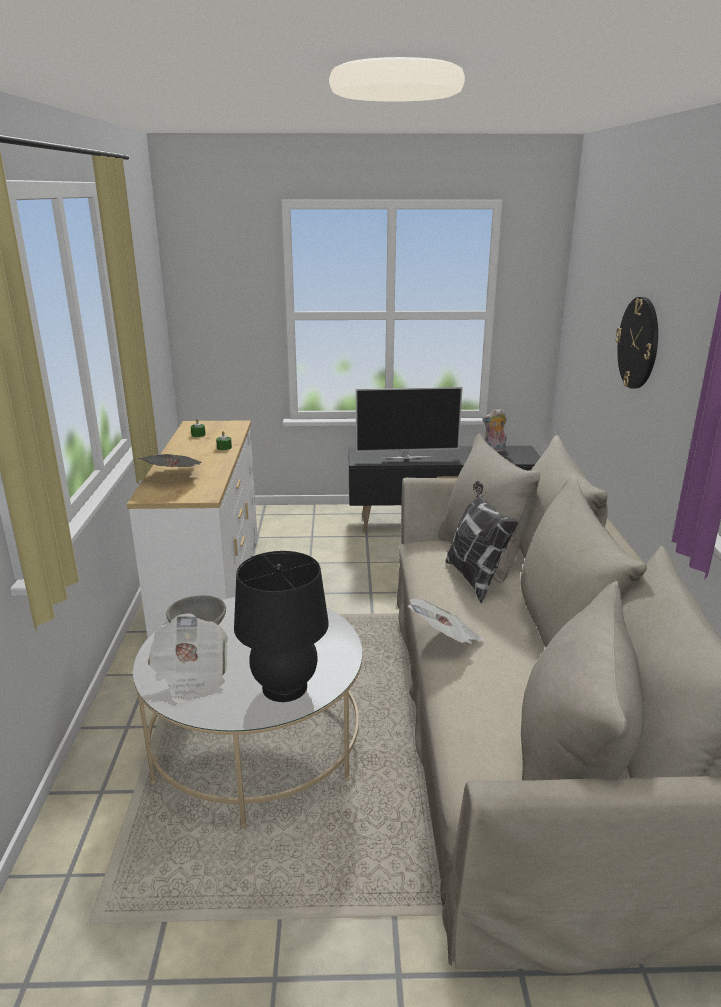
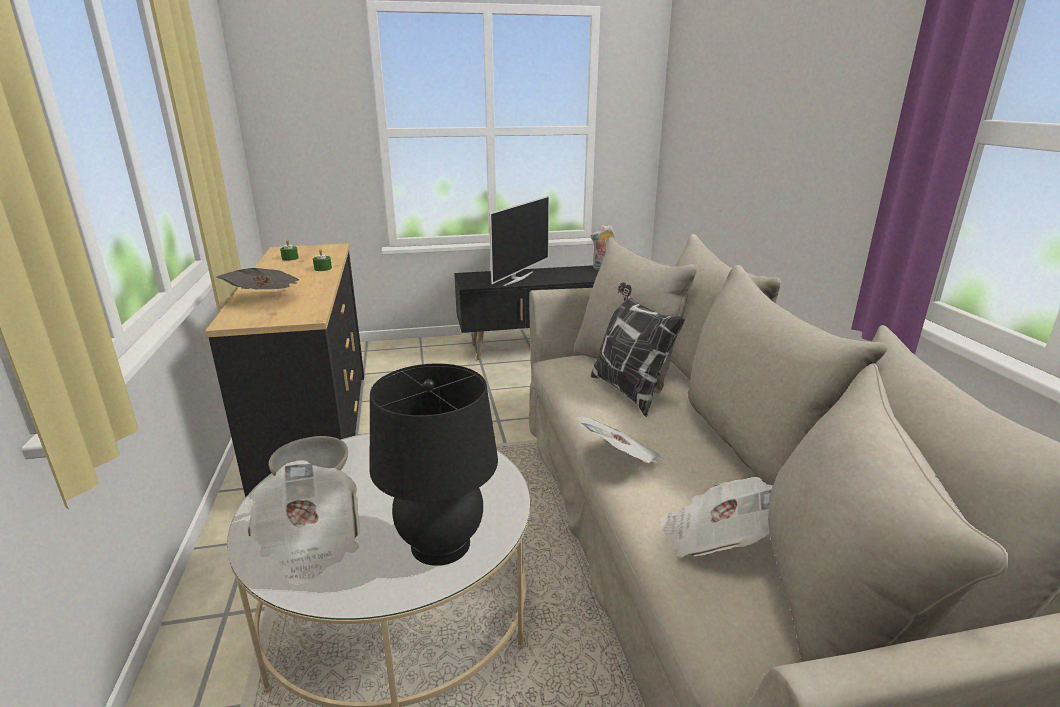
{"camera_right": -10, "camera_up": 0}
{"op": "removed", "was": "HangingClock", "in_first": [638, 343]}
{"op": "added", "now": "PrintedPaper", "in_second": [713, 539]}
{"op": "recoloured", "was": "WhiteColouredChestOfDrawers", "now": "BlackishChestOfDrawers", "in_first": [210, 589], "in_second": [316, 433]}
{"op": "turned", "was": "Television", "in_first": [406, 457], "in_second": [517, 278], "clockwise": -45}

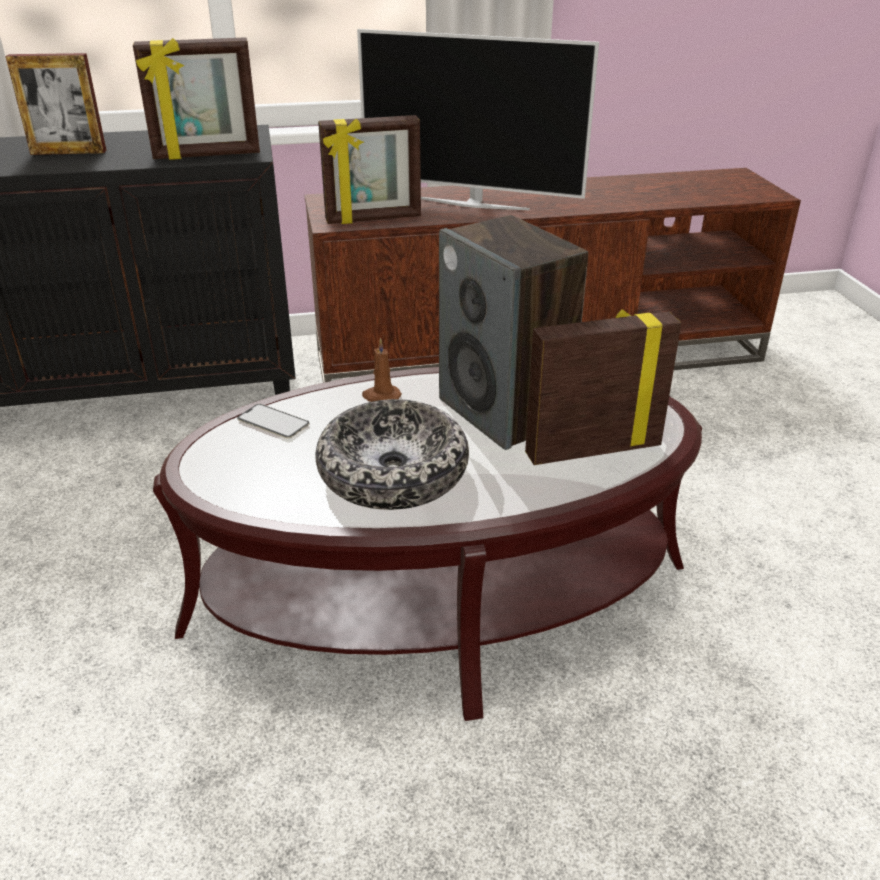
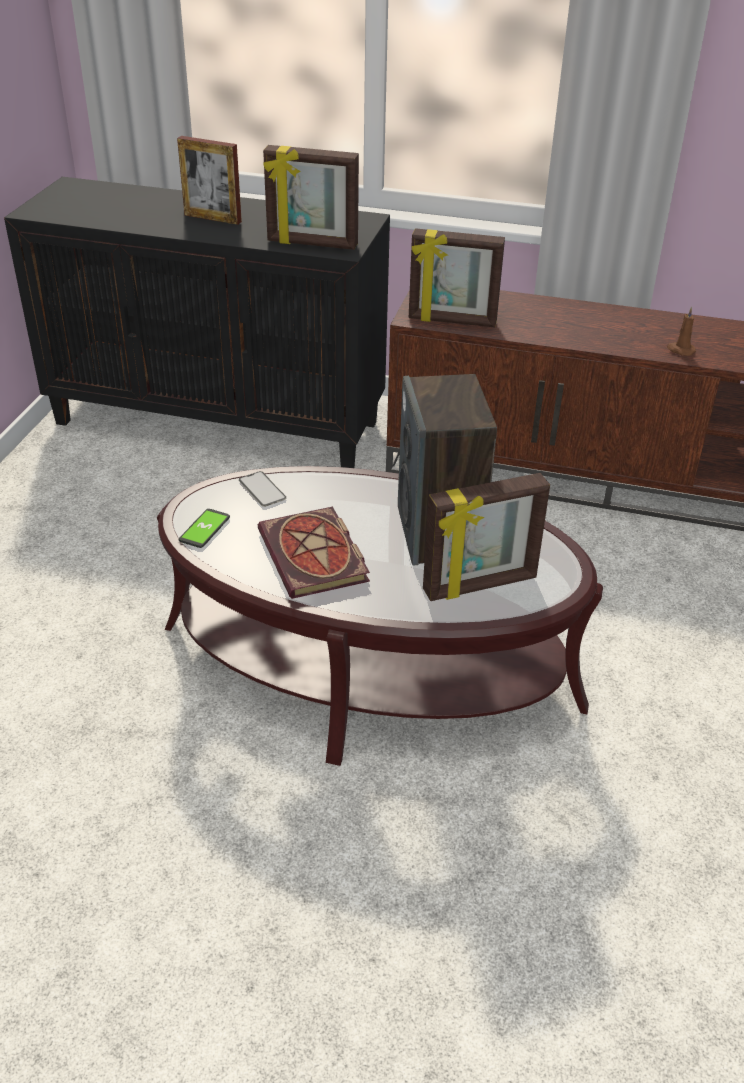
{"camera_right": 25, "camera_up": 5}
{"op": "removed", "was": "Television", "in_first": [473, 203]}
{"op": "added", "now": "Telephone", "in_second": [204, 529]}
{"op": "moved", "was": "BrownishWaxCandle", "in_first": [381, 396], "in_second": [680, 350]}
{"op": "replaced", "was": "ServingBowl", "now": "Volume", "in_first": [393, 473], "in_second": [316, 557]}
{"op": "turned", "was": "PictureFrame", "in_first": [592, 449], "in_second": [480, 586], "clockwise": 150}

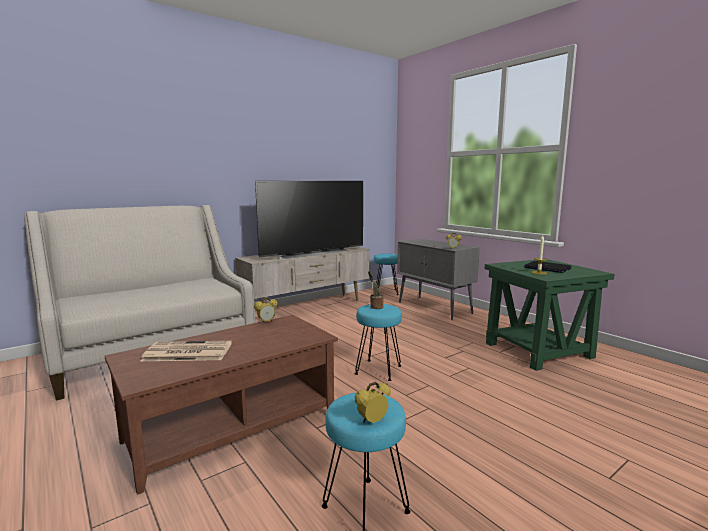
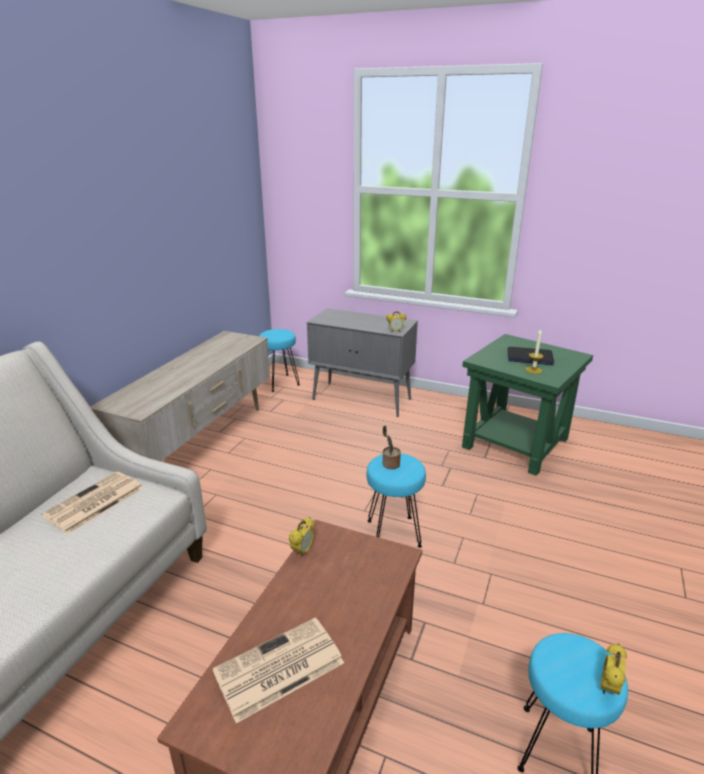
{"camera_right": -30, "camera_up": 15}
{"op": "removed", "was": "Television", "in_first": [312, 253]}
{"op": "added", "now": "PrintedPaper", "in_second": [94, 503]}

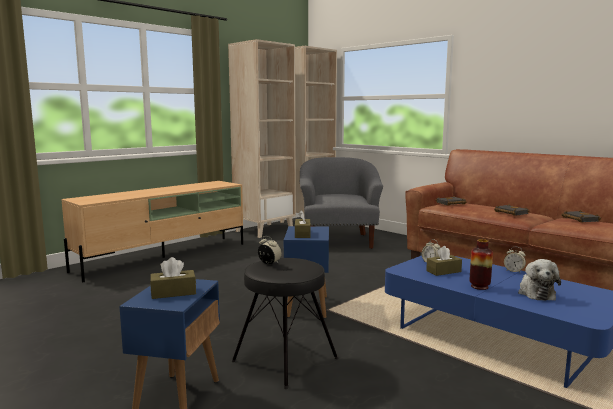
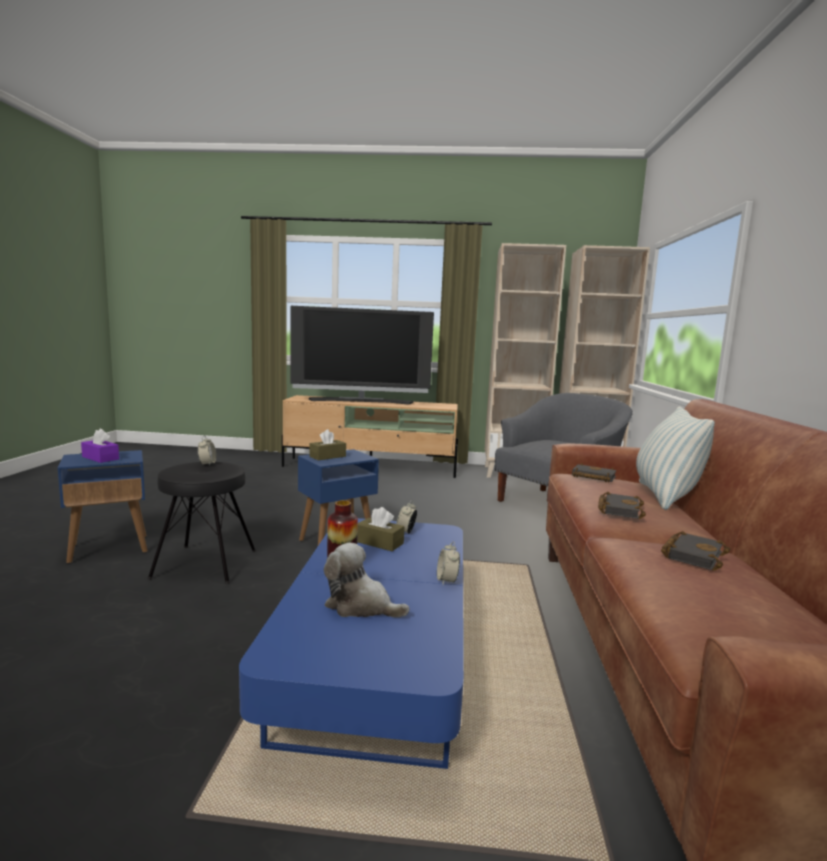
{"camera_right": 50, "camera_up": 0}
{"op": "added", "now": "Television", "in_second": [361, 401]}
{"op": "added", "now": "Cushion", "in_second": [665, 496]}
{"op": "recoloured", "was": "BrownishTissueBox", "now": "PurplishTissueBox", "in_first": [173, 292], "in_second": [100, 458]}
{"op": "turned", "was": "SoftToy", "in_first": [535, 293], "in_second": [360, 606], "clockwise": 60}

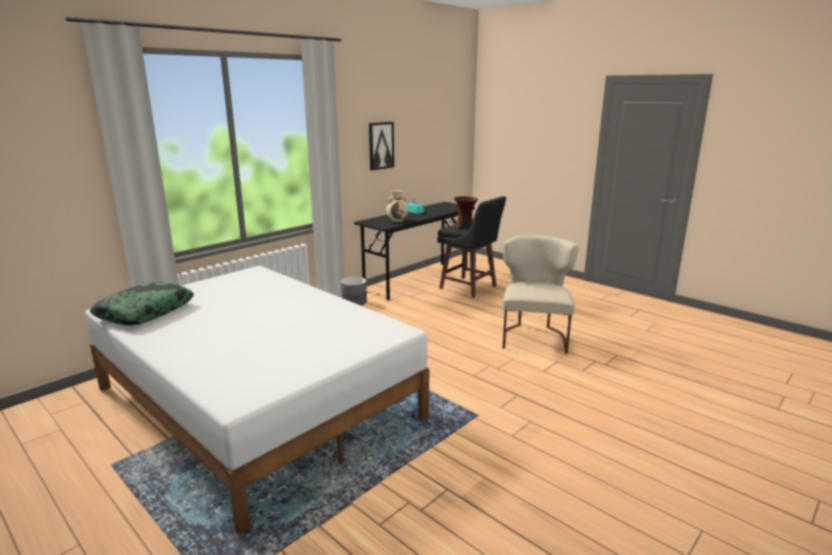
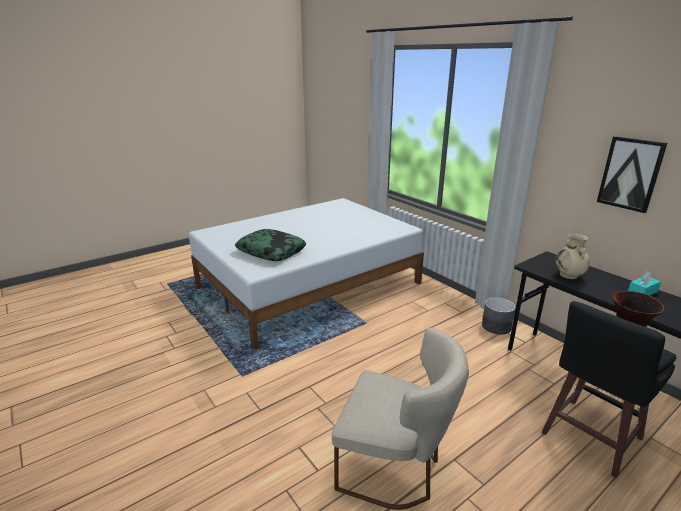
{"camera_right": 100, "camera_up": 5}
{"op": "moved", "was": "Cushion", "in_first": [145, 311], "in_second": [271, 251]}

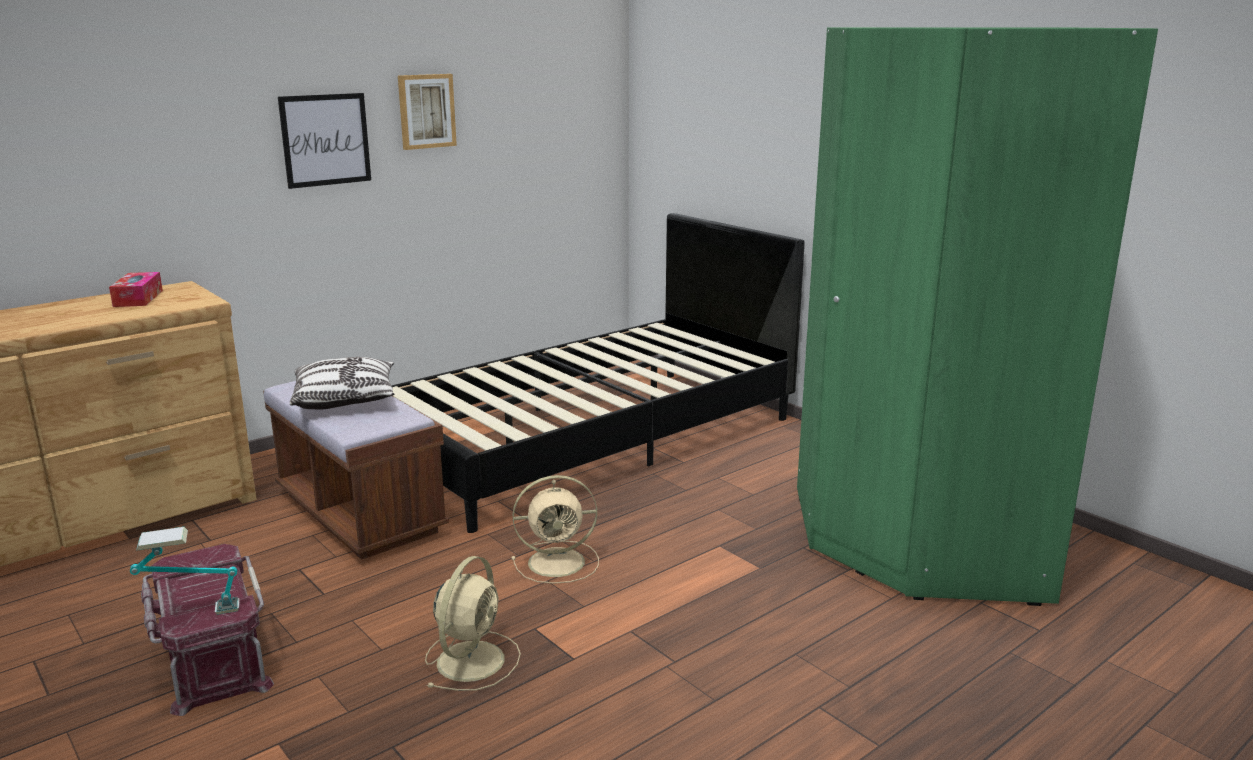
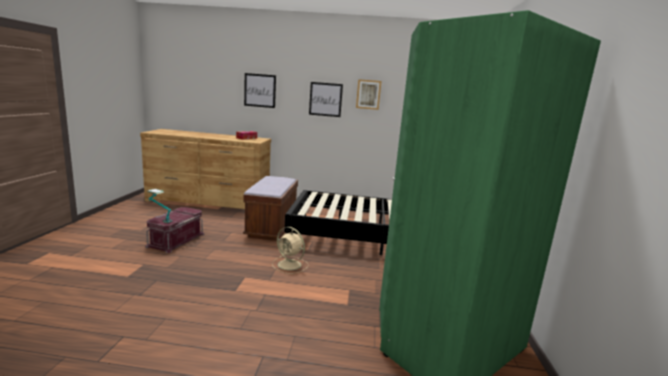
{"camera_right": 45, "camera_up": -5}
{"op": "removed", "was": "Cushion", "in_first": [345, 400]}
{"op": "removed", "was": "BeigeCoolingFan", "in_first": [472, 659]}
{"op": "added", "now": "WallPicture", "in_second": [260, 90]}

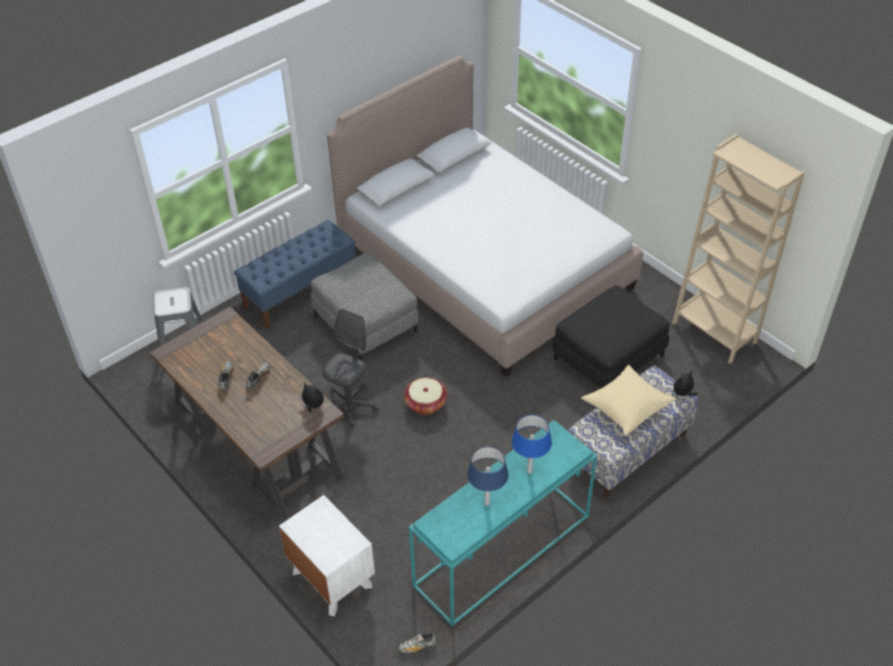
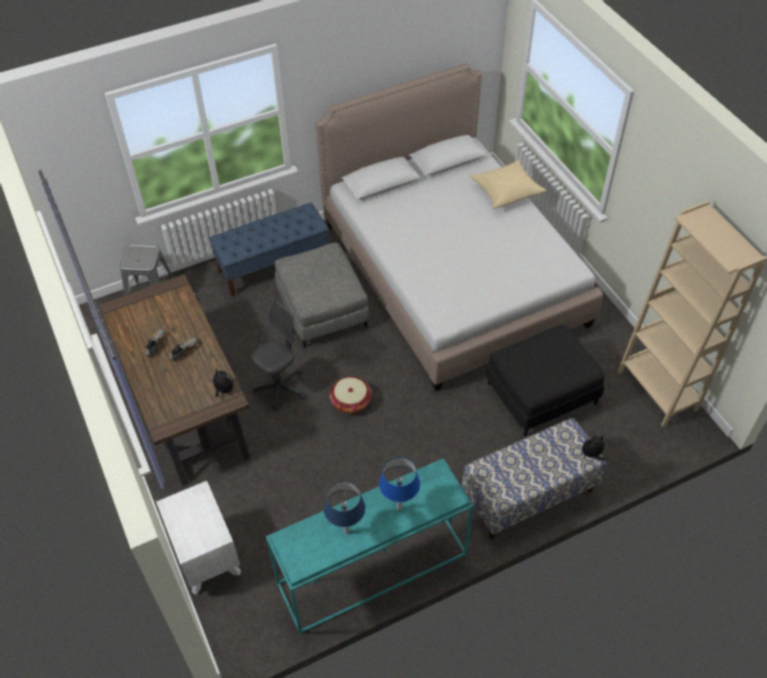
{"camera_right": 15, "camera_up": 5}
{"op": "removed", "was": "ItemOfFootwear", "in_first": [417, 646]}
{"op": "moved", "was": "BeigeCushion", "in_first": [626, 407], "in_second": [506, 192]}

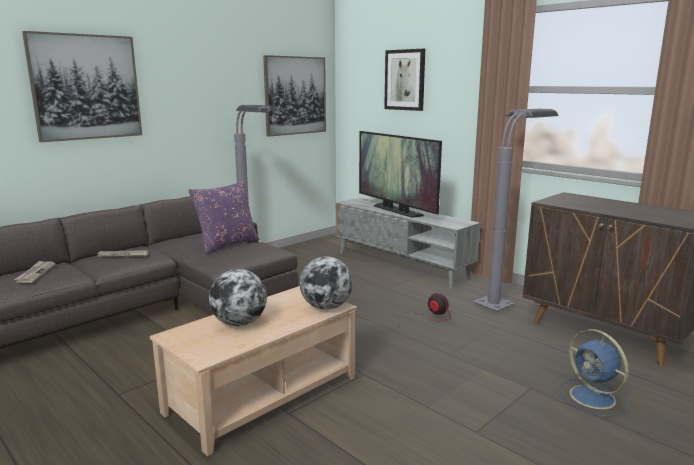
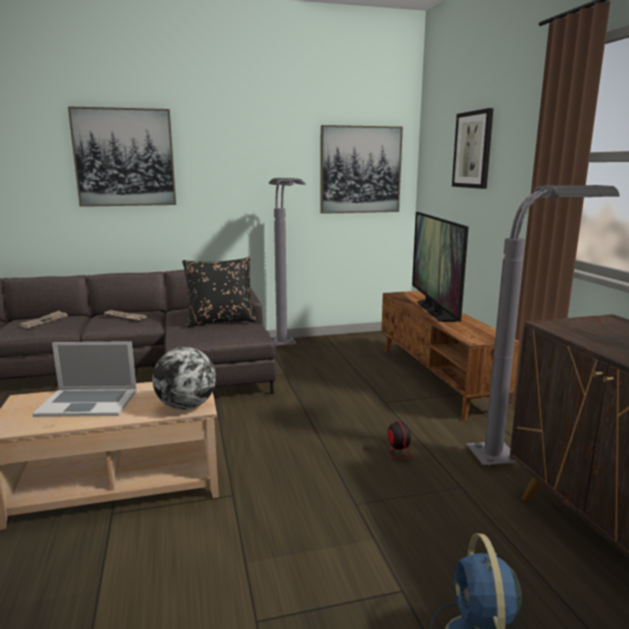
{"camera_right": 30, "camera_up": 0}
{"op": "replaced", "was": "WorldGlobe", "now": "PortableComputer", "in_first": [239, 323], "in_second": [88, 402]}
{"op": "recoloured", "was": "PurplishCushion", "now": "BlackishCushion", "in_first": [227, 244], "in_second": [221, 321]}
{"op": "recoloured", "was": "GreyMediaConsole", "now": "BrownishMediaConsole", "in_first": [401, 265], "in_second": [436, 378]}

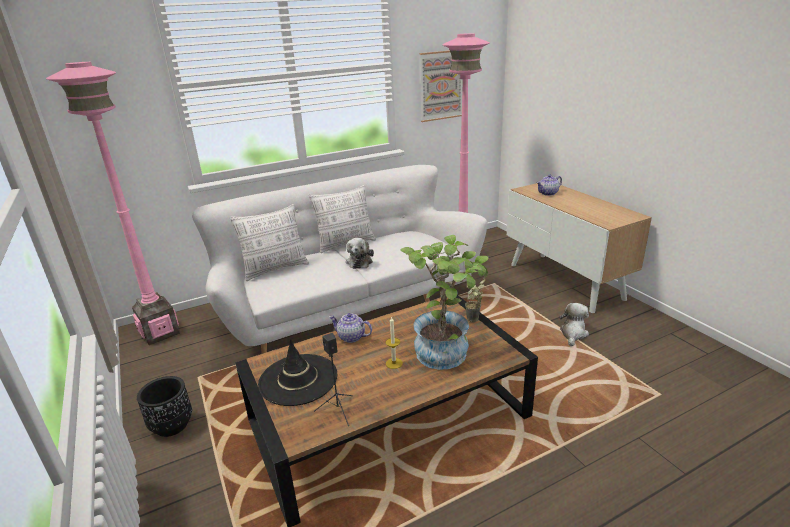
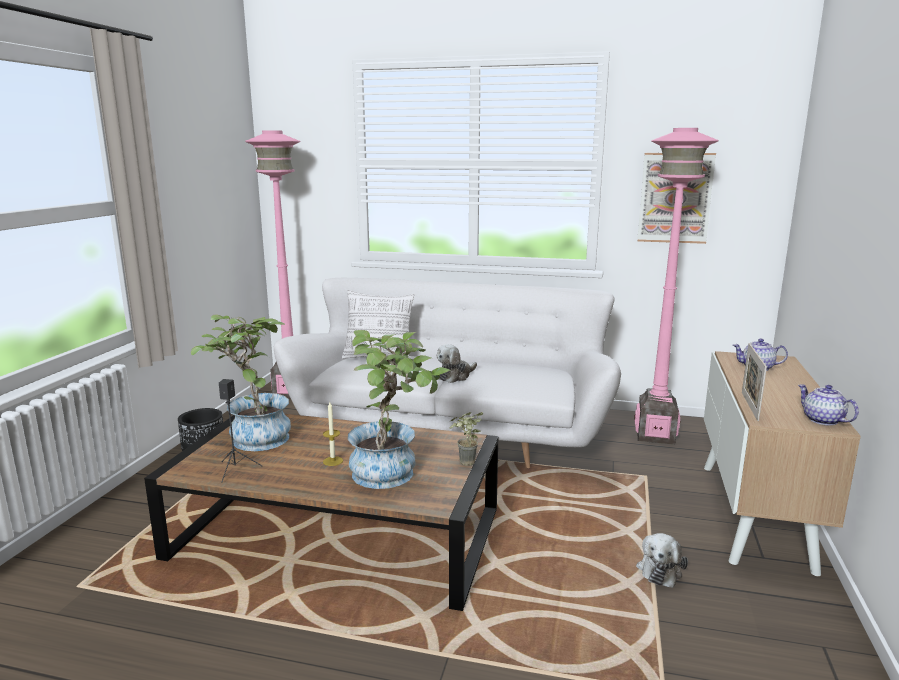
{"camera_right": 40, "camera_up": -10}
{"op": "removed", "was": "Cushion", "in_first": [346, 243]}
{"op": "added", "now": "PictureFrame", "in_second": [749, 406]}
{"op": "moved", "was": "TeaPot", "in_first": [351, 337], "in_second": [822, 420]}
{"op": "replaced", "was": "BlackishHat", "now": "Houseplant", "in_first": [298, 379], "in_second": [252, 438]}
{"op": "turned", "was": "SoftToy", "in_first": [573, 333], "in_second": [659, 569], "clockwise": 135}

